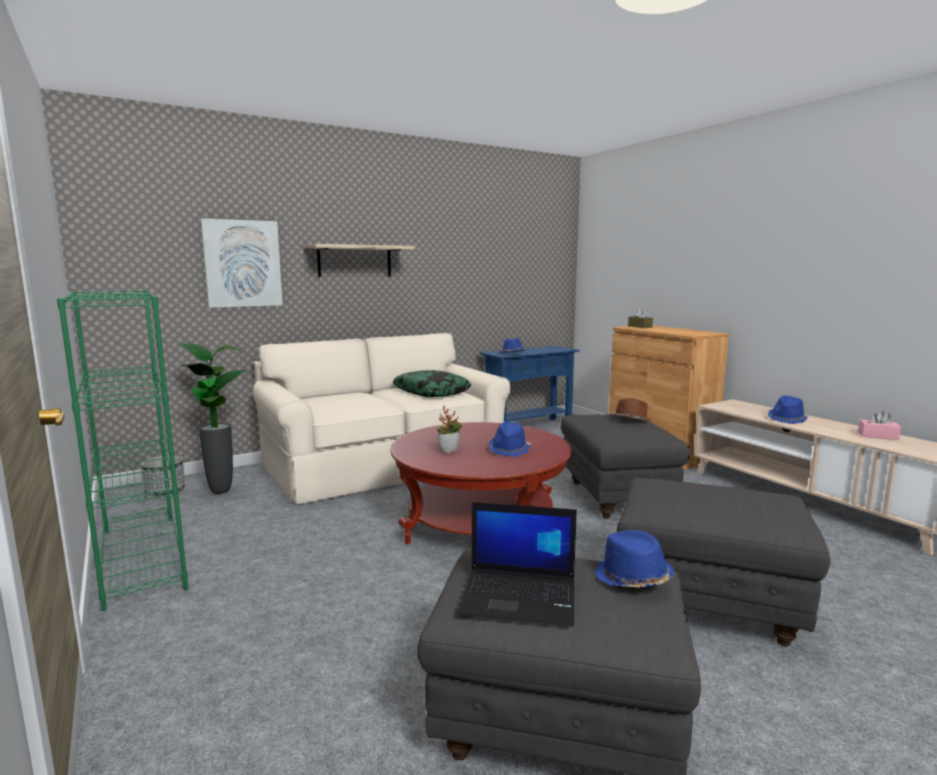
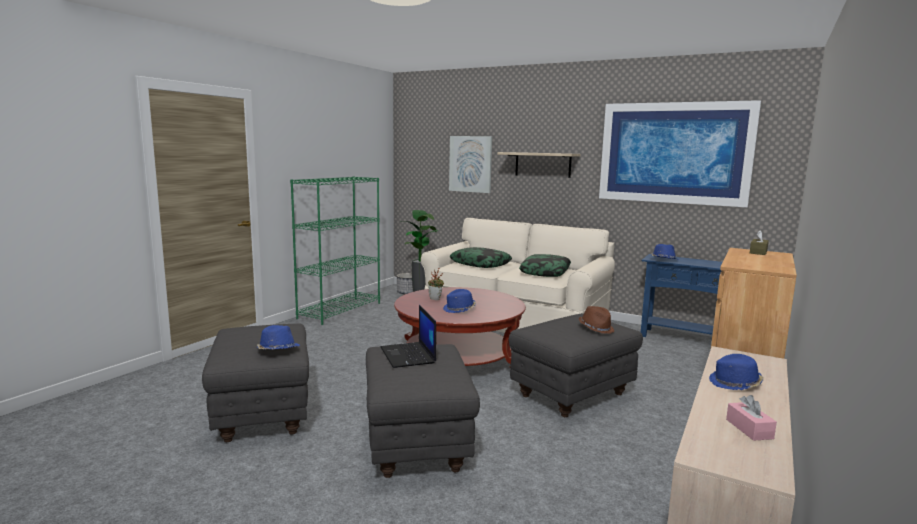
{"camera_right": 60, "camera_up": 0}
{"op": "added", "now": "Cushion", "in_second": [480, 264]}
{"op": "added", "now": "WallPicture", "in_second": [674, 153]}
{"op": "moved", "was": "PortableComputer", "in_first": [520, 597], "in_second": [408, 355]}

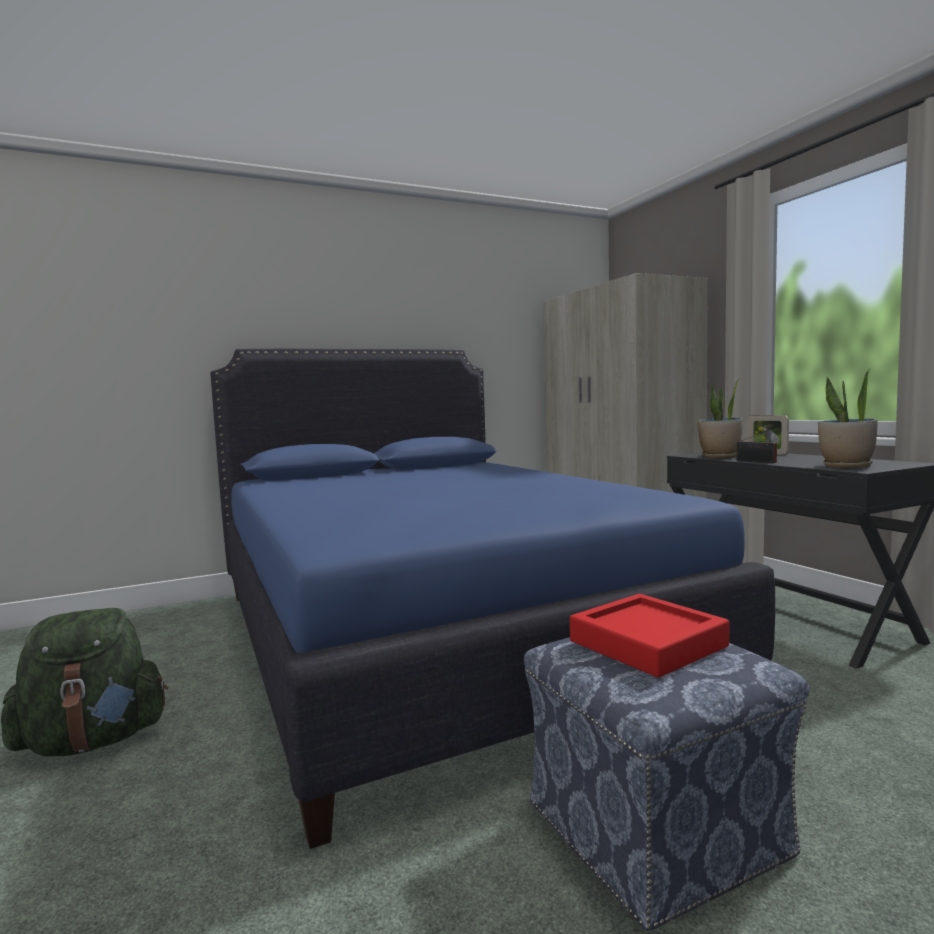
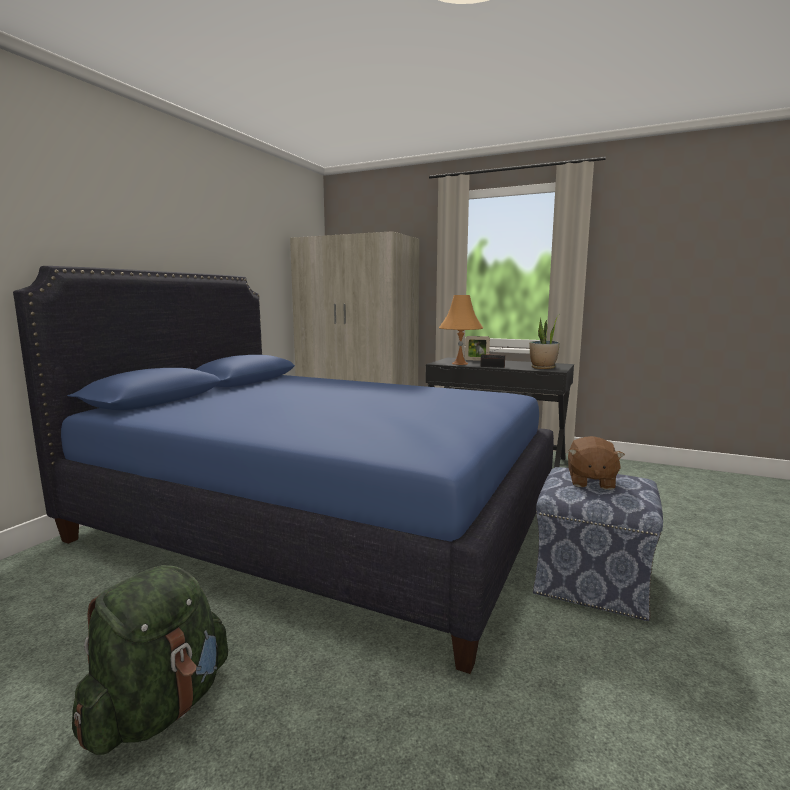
{"camera_right": -40, "camera_up": 5}
{"op": "replaced", "was": "RedColouredServingTray", "now": "BrownishSoftToy", "in_first": [647, 644], "in_second": [590, 481]}
{"op": "replaced", "was": "Houseplant", "now": "OrangeLampForATable", "in_first": [720, 456], "in_second": [460, 363]}

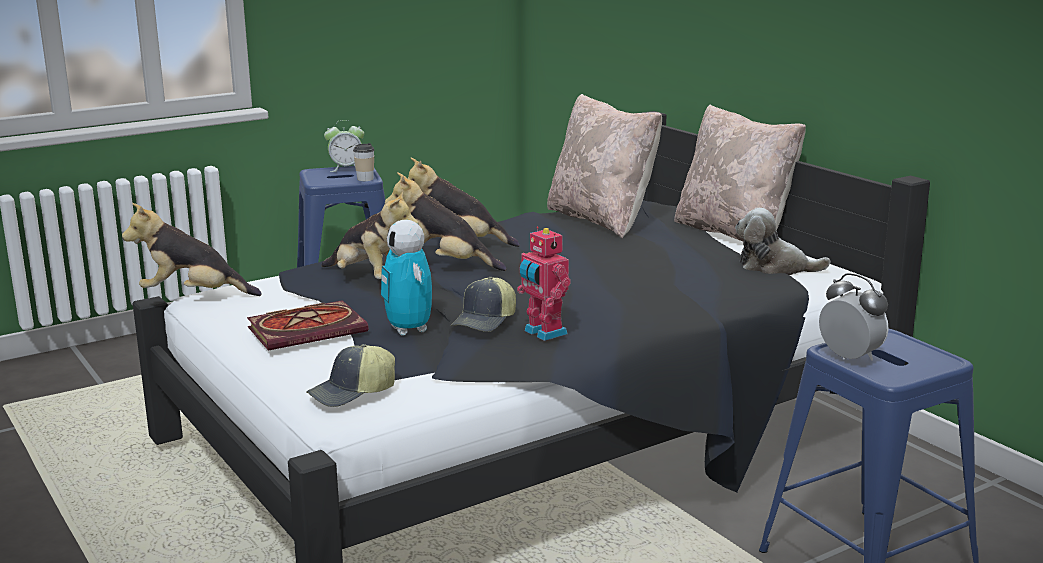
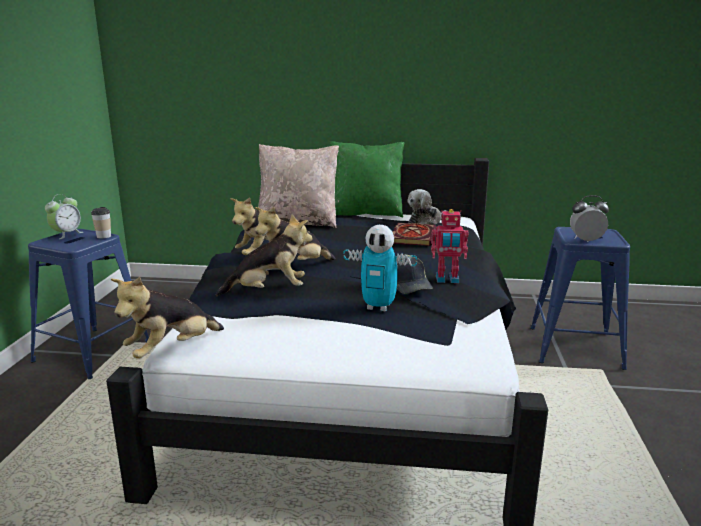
{"camera_right": -50, "camera_up": 0}
{"op": "removed", "was": "BaseballCap", "in_first": [352, 393]}
{"op": "moved", "was": "Volume", "in_first": [309, 329], "in_second": [412, 236]}
{"op": "recoloured", "was": "BeigeCushion", "now": "GreenCushion", "in_first": [734, 233], "in_second": [365, 213]}

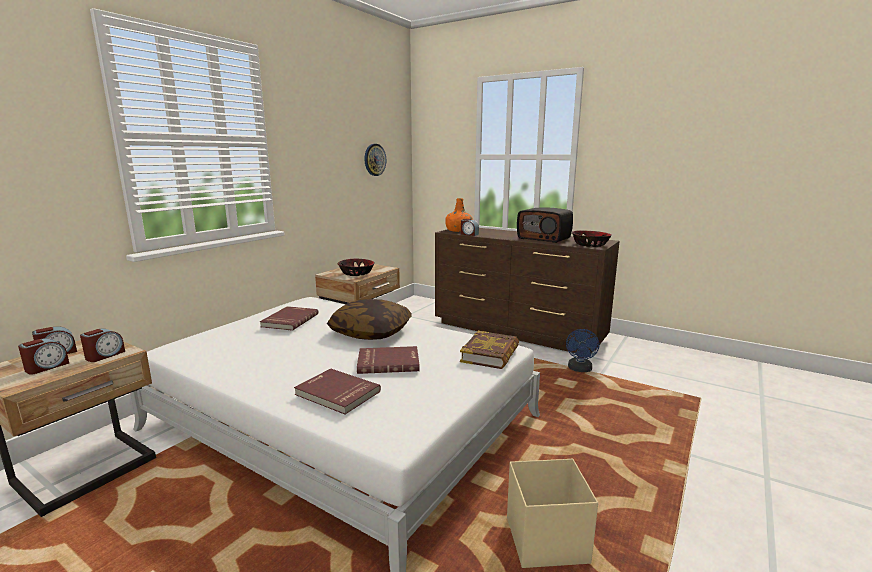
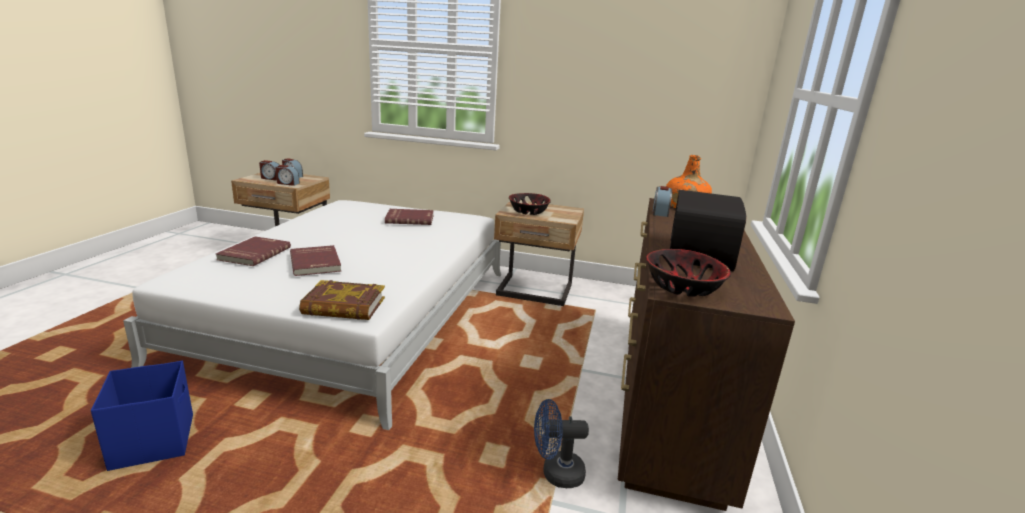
{"camera_right": 70, "camera_up": 5}
{"op": "removed", "was": "Cushion", "in_first": [370, 332]}
{"op": "removed", "was": "HangingClock", "in_first": [374, 159]}
{"op": "recoloured", "was": "BeigeStorageContainer", "now": "BlueColouredStorageContainer", "in_first": [545, 540], "in_second": [154, 441]}

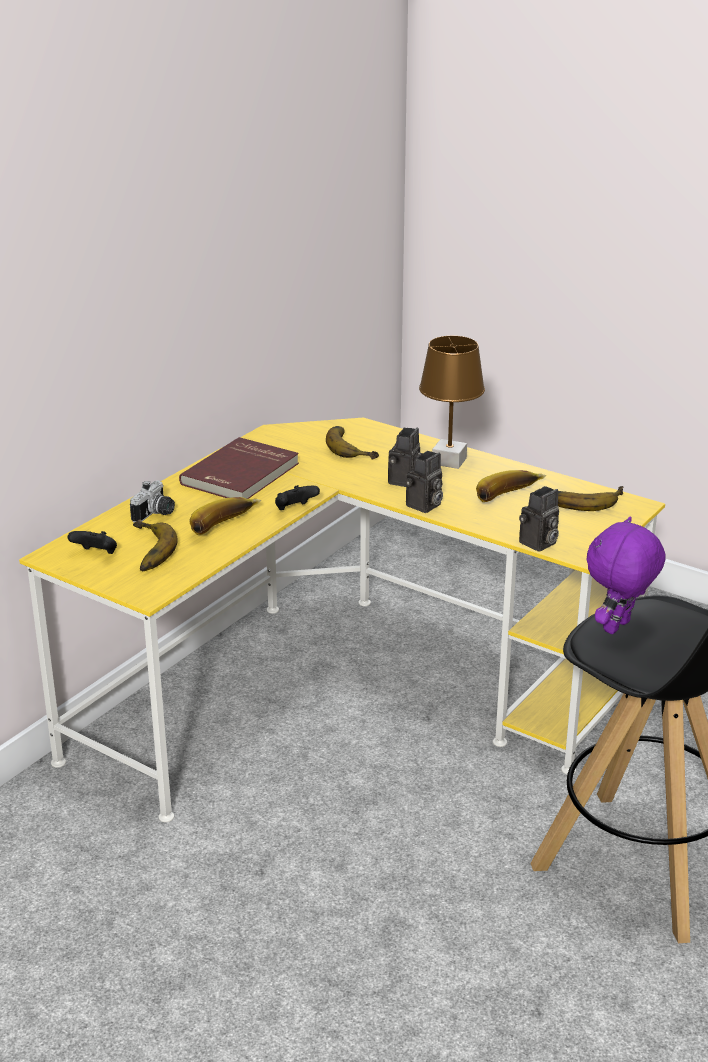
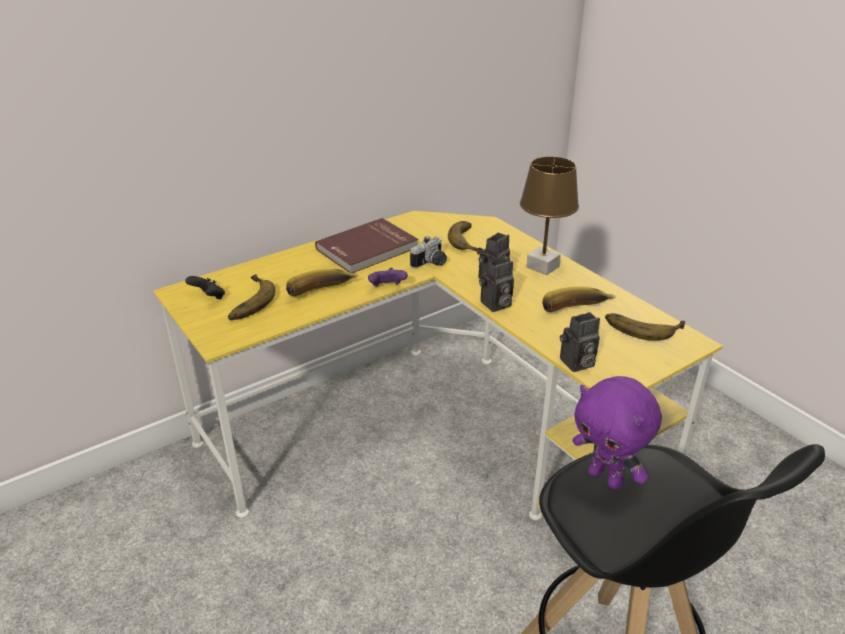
{"camera_right": 20, "camera_up": 5}
{"op": "moved", "was": "StillCamera", "in_first": [156, 514], "in_second": [431, 264]}
{"op": "recoloured", "was": "BlackishGameController", "now": "PurplishGameController", "in_first": [295, 510], "in_second": [387, 288]}
{"op": "turned", "was": "PurplishSoftToy", "in_first": [618, 628], "in_second": [606, 478], "clockwise": -105}

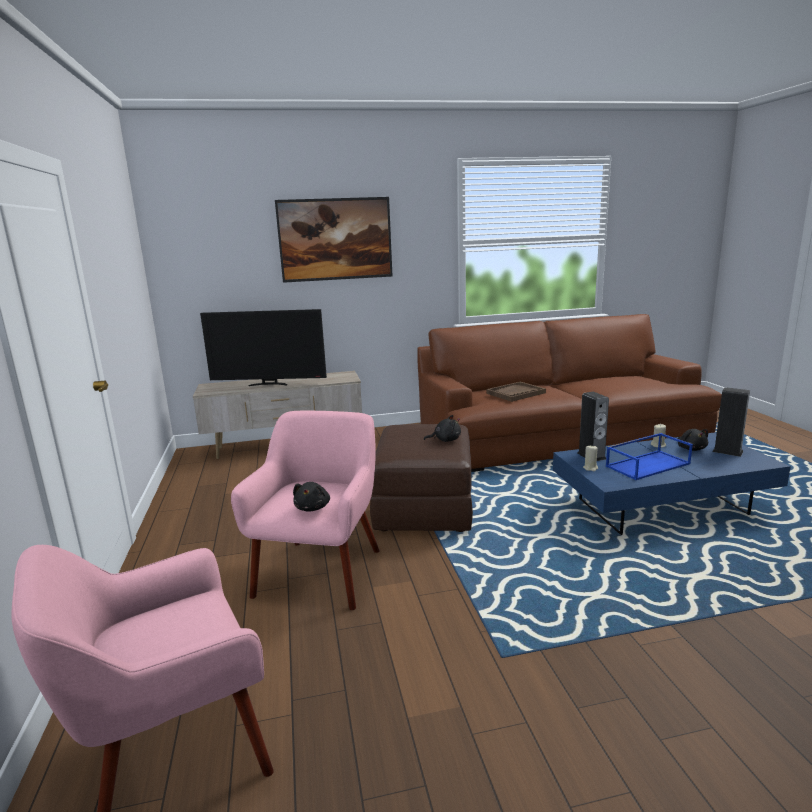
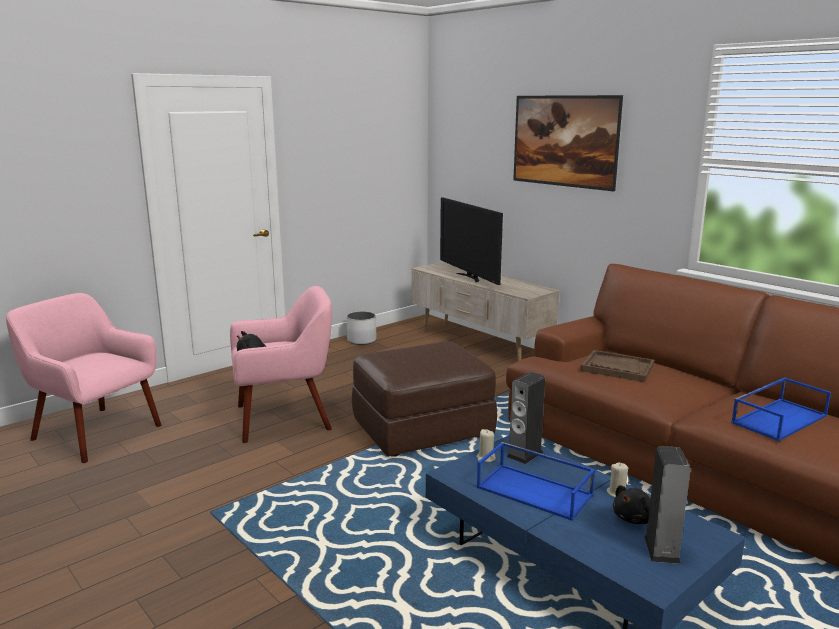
{"camera_right": 60, "camera_up": 0}
{"op": "removed", "was": "BlackishSoftToy", "in_first": [445, 440]}
{"op": "added", "now": "WhiteColouredPlanter", "in_second": [362, 340]}
{"op": "added", "now": "BlueColouredServingTray", "in_second": [778, 418]}

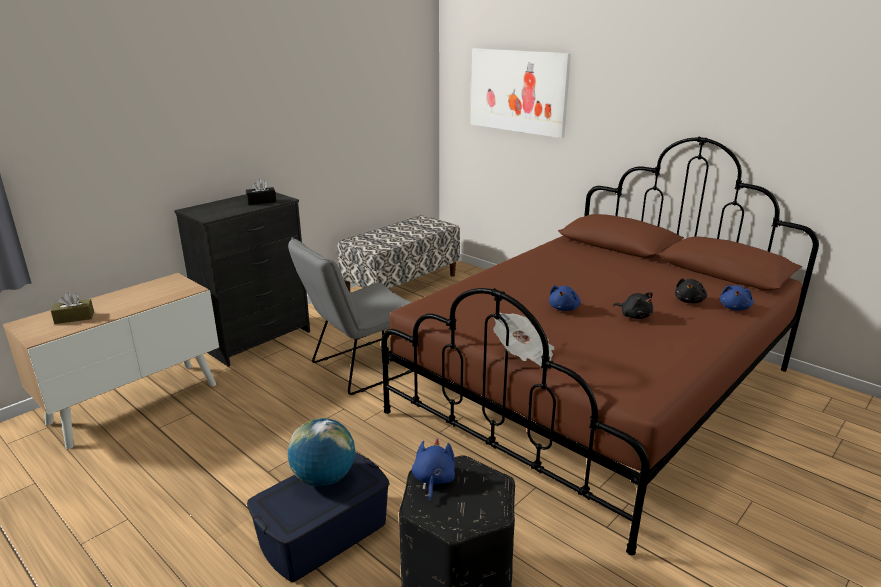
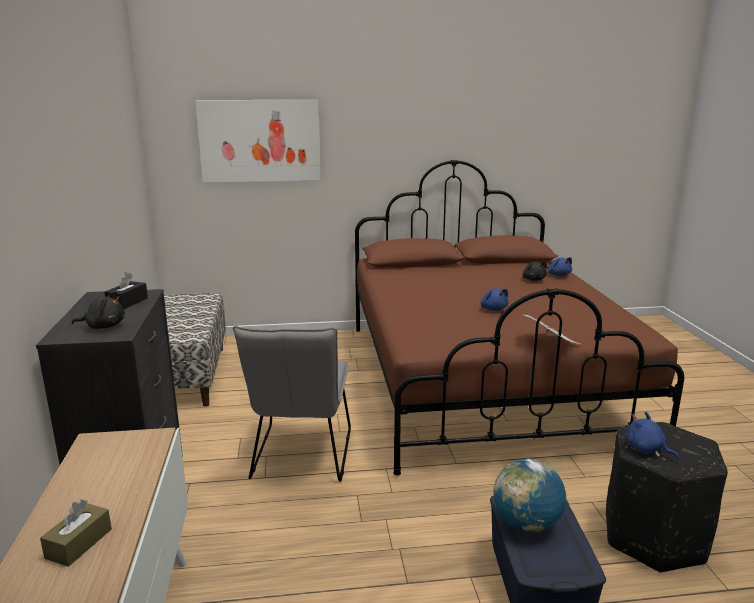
{"camera_right": -50, "camera_up": -5}
{"op": "moved", "was": "BlackishSoftToy", "in_first": [634, 316], "in_second": [103, 326]}

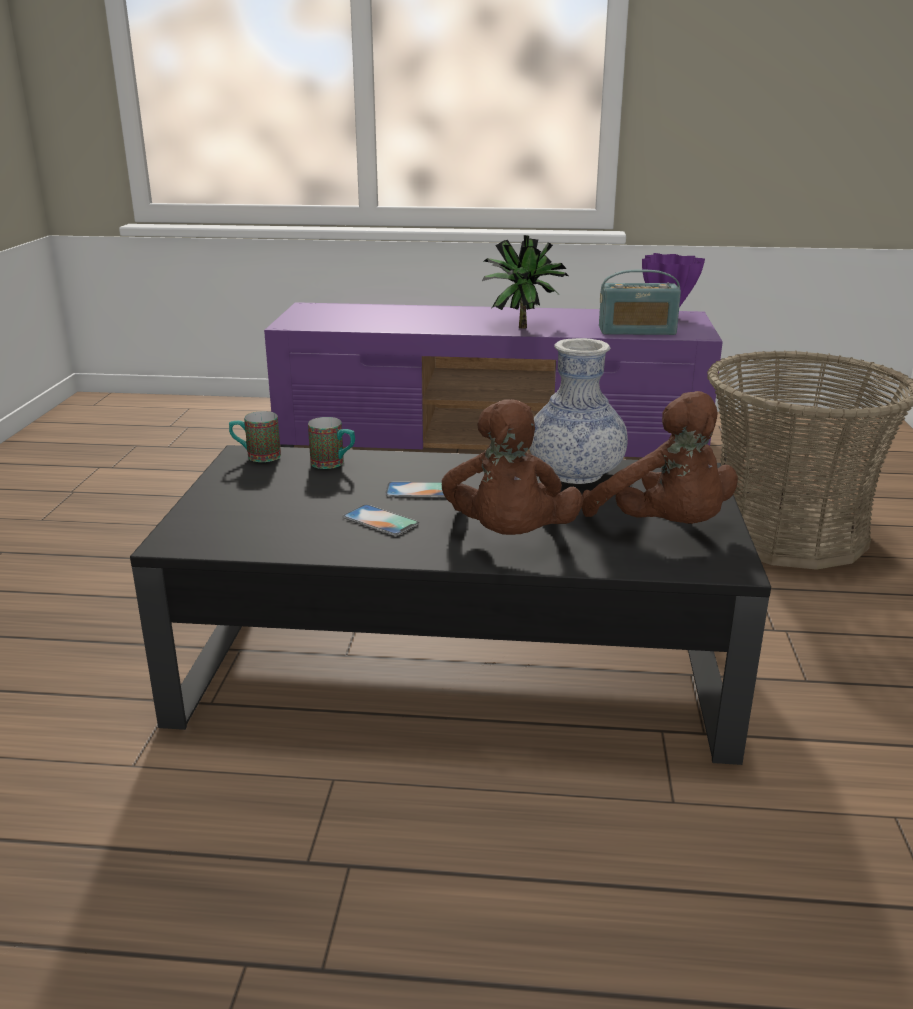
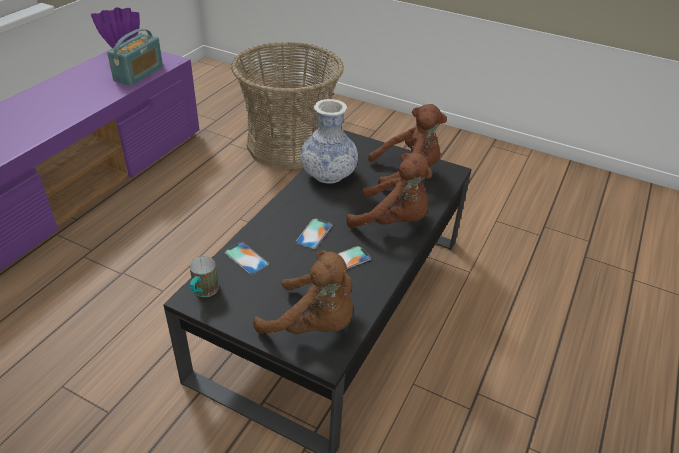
{"camera_right": -70, "camera_up": 15}
{"op": "removed", "was": "Houseplant", "in_first": [521, 327]}
{"op": "added", "now": "BrownishSoftToy", "in_second": [313, 324]}
{"op": "replaced", "was": "TeaMug", "now": "Telephone", "in_first": [334, 464], "in_second": [246, 258]}

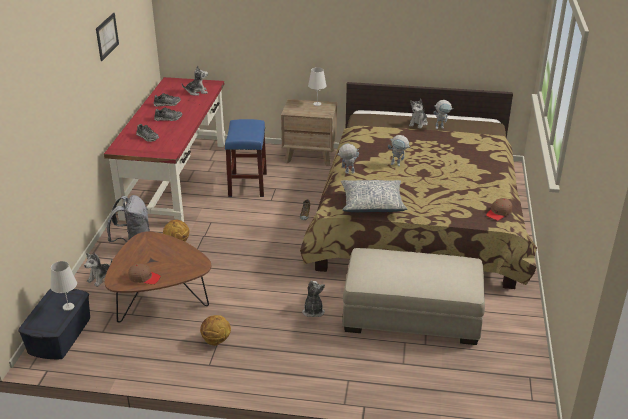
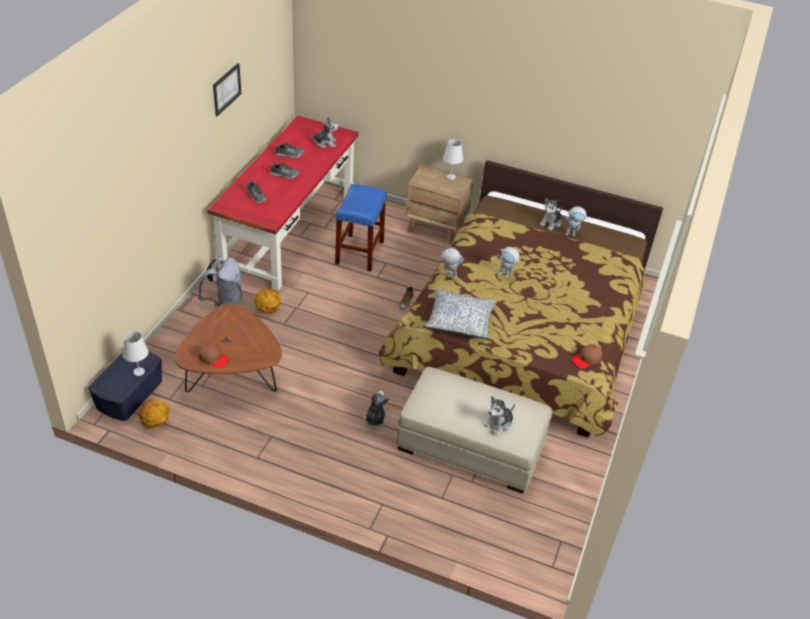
{"camera_right": 10, "camera_up": 10}
{"op": "moved", "was": "SoftToy", "in_first": [101, 278], "in_second": [499, 424]}
{"op": "moved", "was": "Basketball", "in_first": [216, 341], "in_second": [155, 423]}

